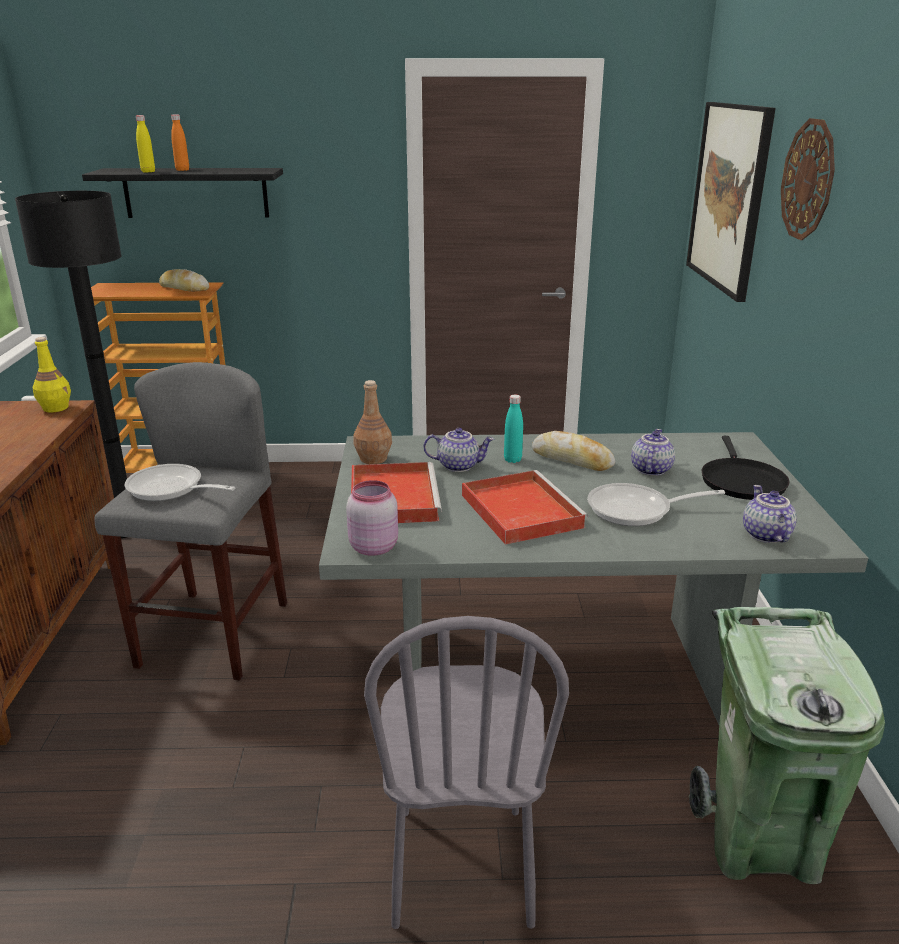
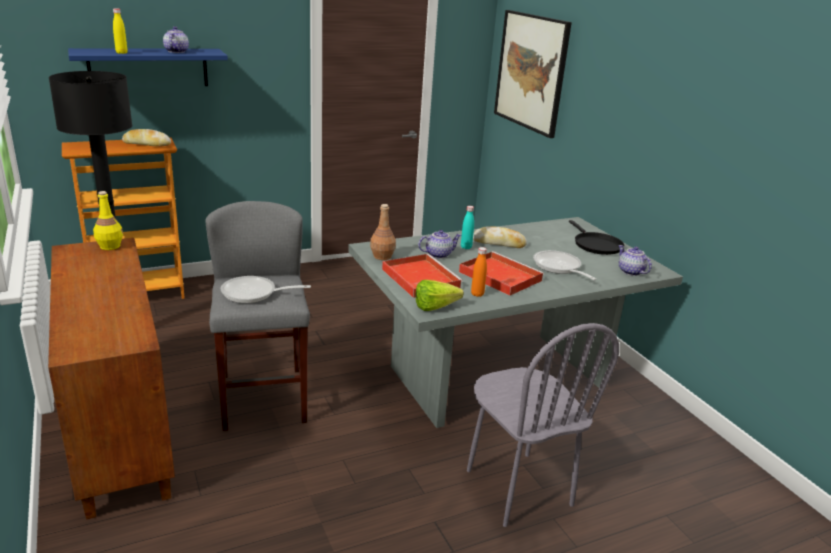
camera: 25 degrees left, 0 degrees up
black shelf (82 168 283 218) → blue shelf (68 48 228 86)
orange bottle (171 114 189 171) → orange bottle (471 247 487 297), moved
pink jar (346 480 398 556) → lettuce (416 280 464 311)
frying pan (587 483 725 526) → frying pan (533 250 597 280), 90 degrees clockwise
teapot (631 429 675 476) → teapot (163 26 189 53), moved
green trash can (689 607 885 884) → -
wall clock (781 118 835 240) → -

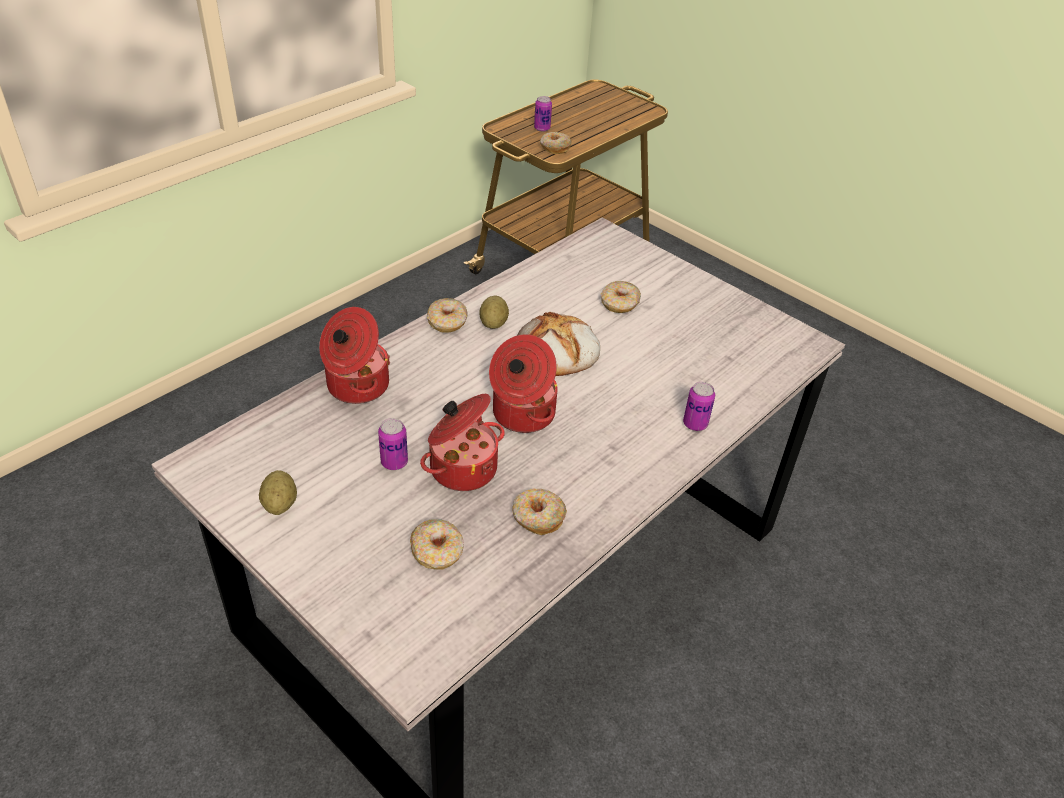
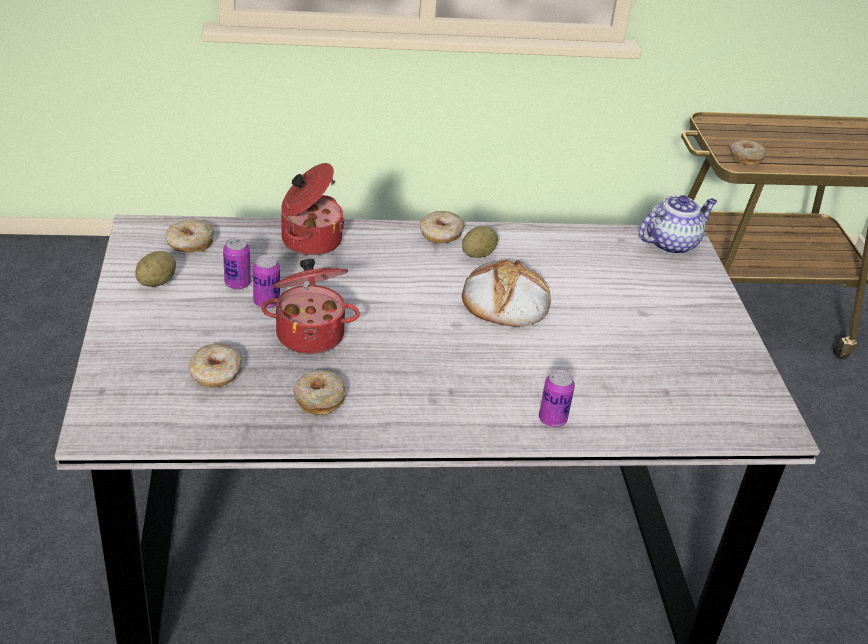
camera: 40 degrees right, 5 degrees down
cooking pot (489 334 558 433) → -
can (534 96 552 132) → can (223 237 251 290), moved
donut (601 281 641 313) → donut (165 219 214 253), moved
- → teapot (639 195 717 254)

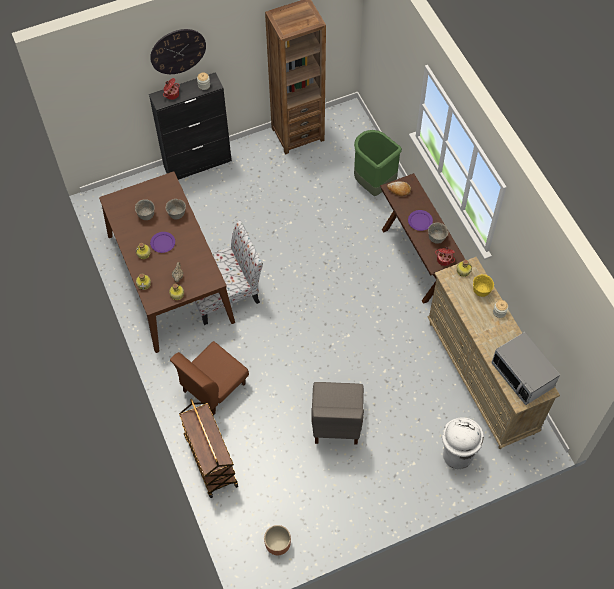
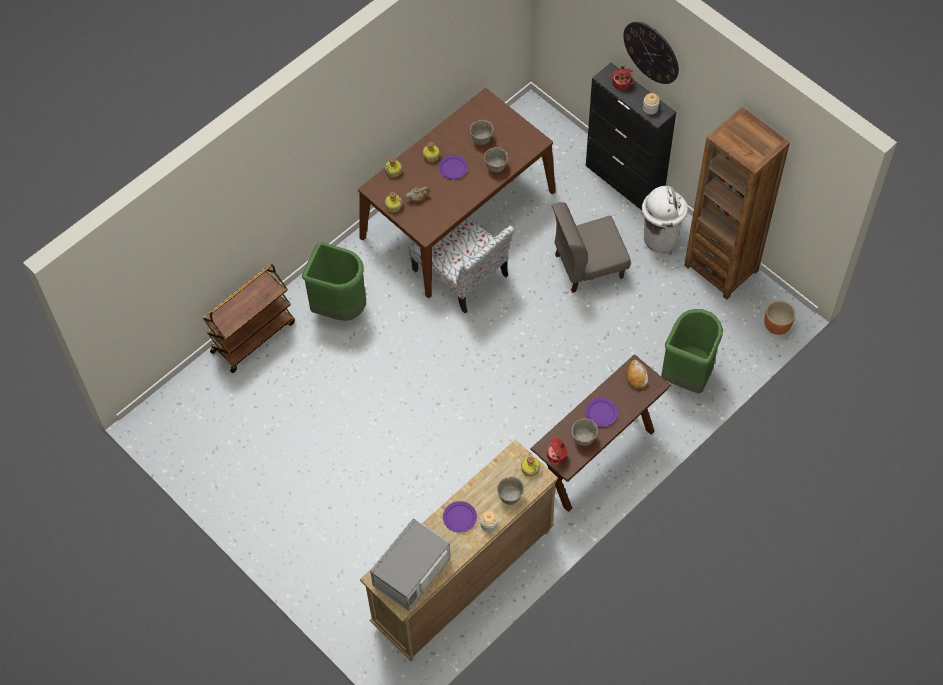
camera: 70 degrees right, 0 degrees up
brown chair (170 341 249 416) → green trash can (302 242 366 321)
brown planter (264 525 291 555) → brown planter (764 301 795 335), moved
grey chair (311 382 364 445) → grey chair (552 202 631 293), moved
white trash can (442 417 484 469) → white trash can (642 186 688 253), moved
yellow bowl (473 274 494 297) → grey bowl (497 476 524 505)
- → purple plate (443 501 477 533)

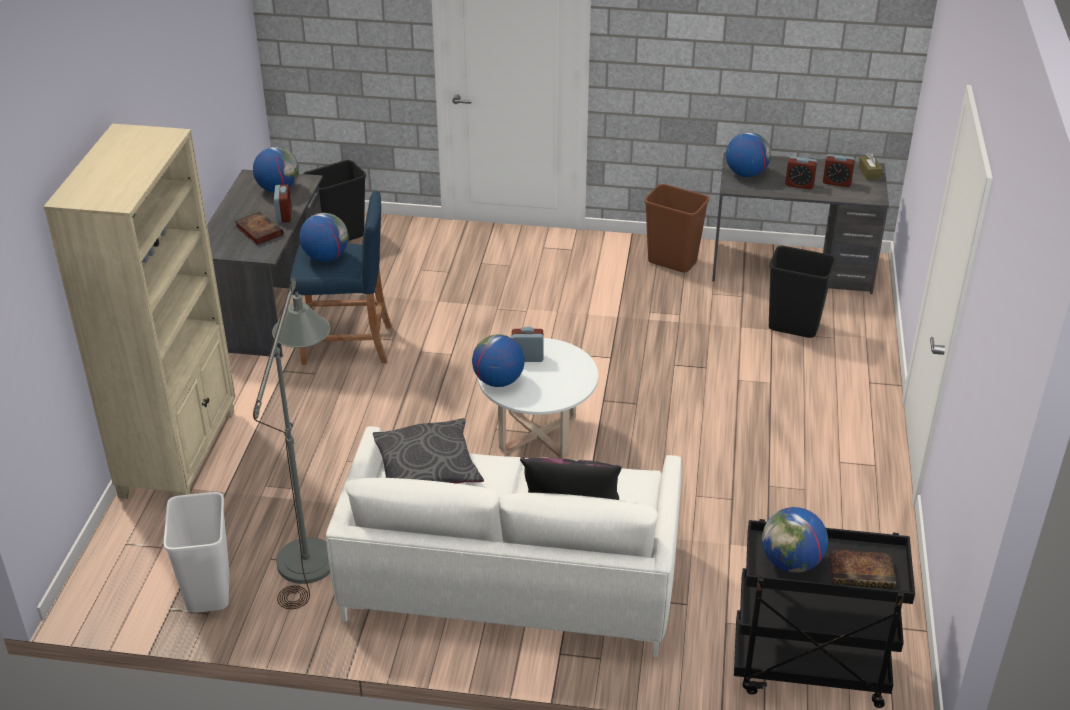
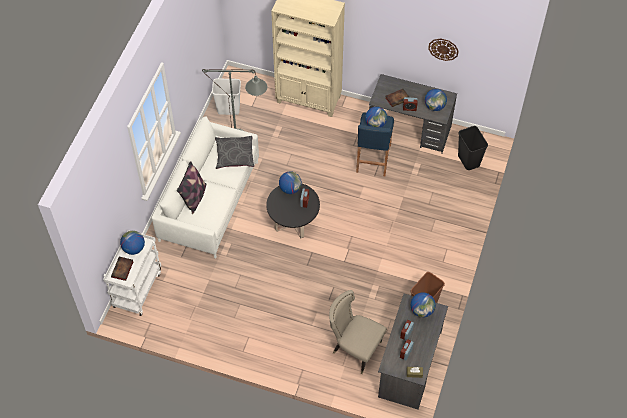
camera: 100 degrees right, 20 degrees up
white coffee table (478 338 598 458) → black coffee table (266 184 320 238)
black cart (734 519 915 708) → white cart (103 230 161 316)
black trash can (769 246 836 338) → beige chair (329 290 387 374)
- → wall clock (428 39 459 61)

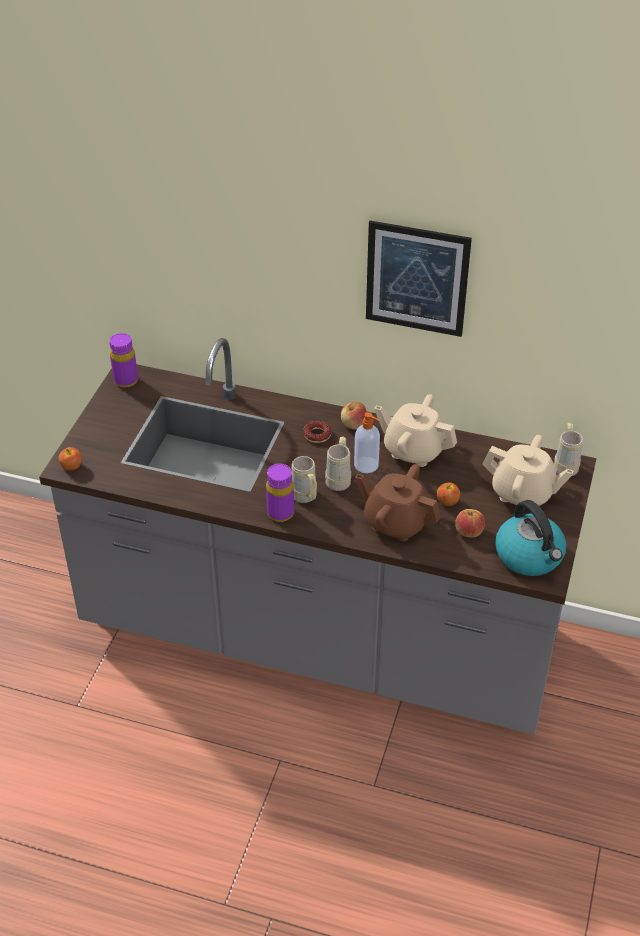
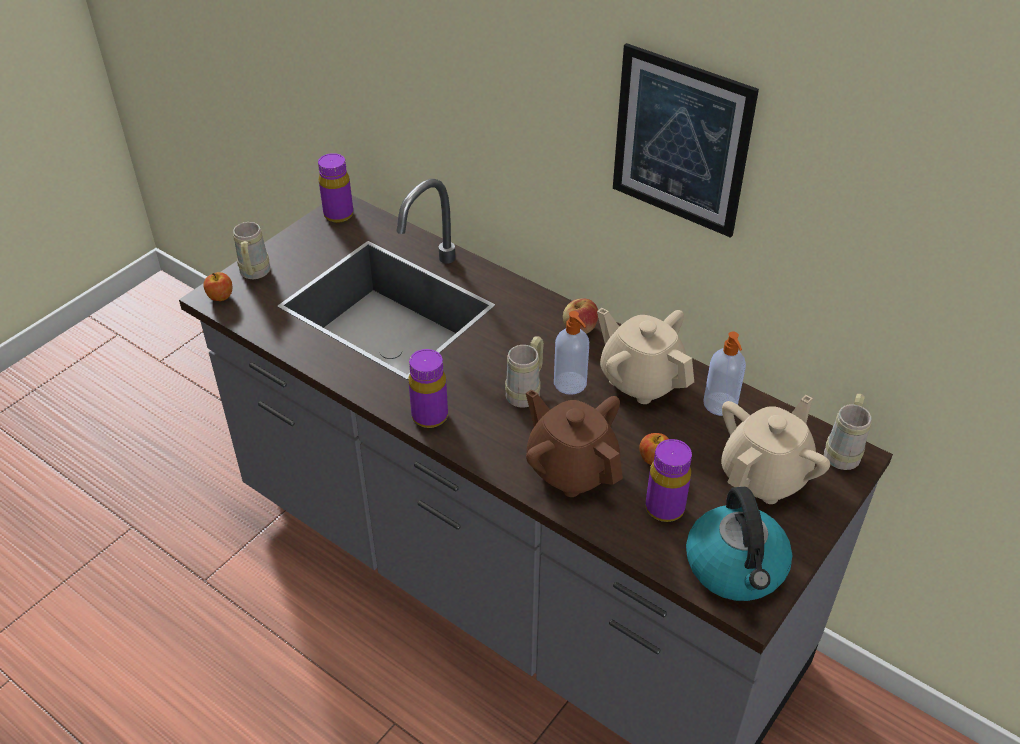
camera: 20 degrees right, 0 degrees up
beige mug (292 456 317 503) → beige mug (233 222 270 279), moved
donut (303 420 332 443) → -
apple (455 509 485 537) → purple bottle (646 439 692 522)
beige teapot (482 435 573 506) → beige teapot (721 395 830 504), 90 degrees counterclockwise
- → soap dispenser (703 332 746 416)

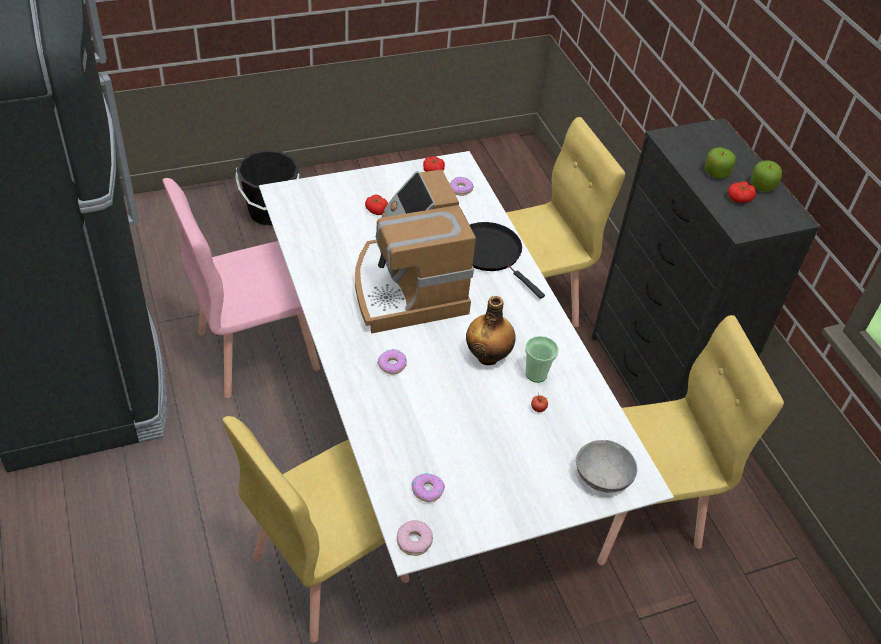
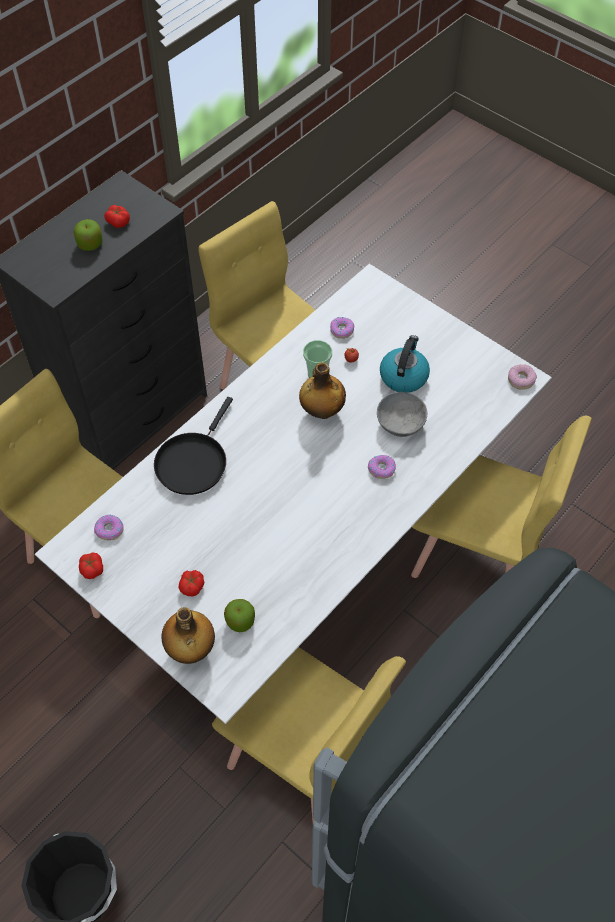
camera: 115 degrees left, 10 degrees up
pink chair (162 178 320 398) → yellow chair (212 647 406 822)
coffee machine (355 170 476 334) → -
donut (412 473 445 502) → donut (330 317 354 339), moved
grey bowl (576 440 637 493) → grey bowl (377 392 427 437), moved
apple (750 160 782 192) → apple (224 599 255 632), moved
- → bottle (161 607 215 664)
- → kettle (380 335 430 393)

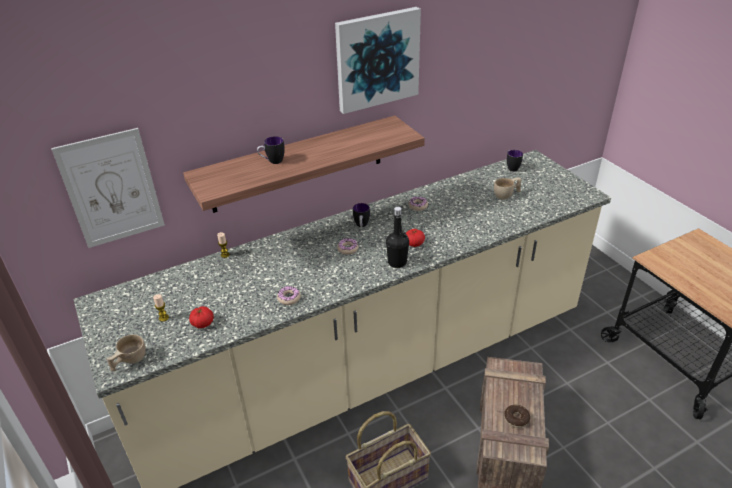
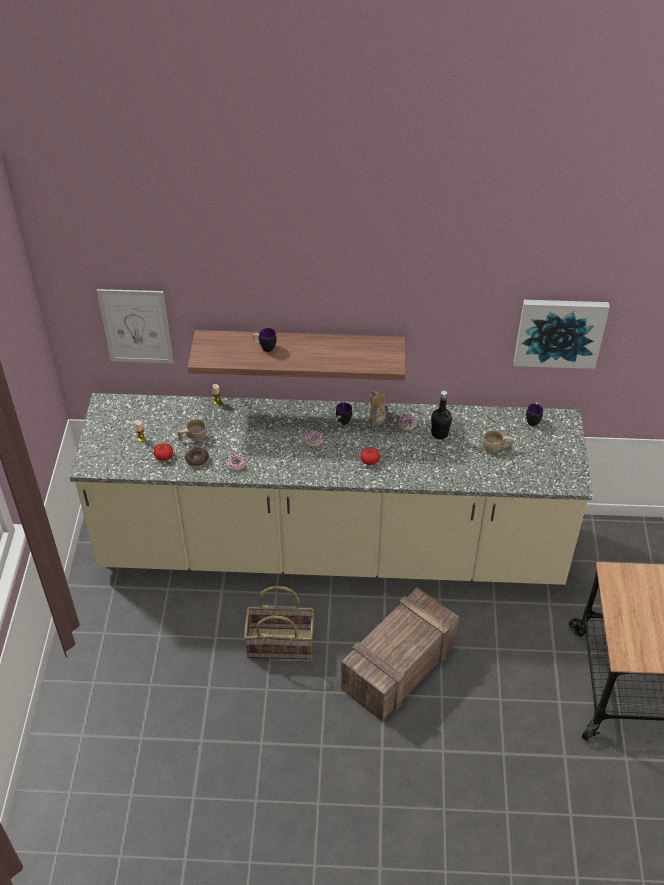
camera: 30 degrees right, 10 degrees up
beige cup (107 334 146 371) → beige cup (177 419 207 441), moved
picture (335 7 421 114) → picture (514 300 610 369), moved
black bottle (386 207 409 268) → black bottle (431 391 452 440), moved
donut (504 405 530 428) → donut (185 448 209 468), moved
- → teapot (368 391 387 425)

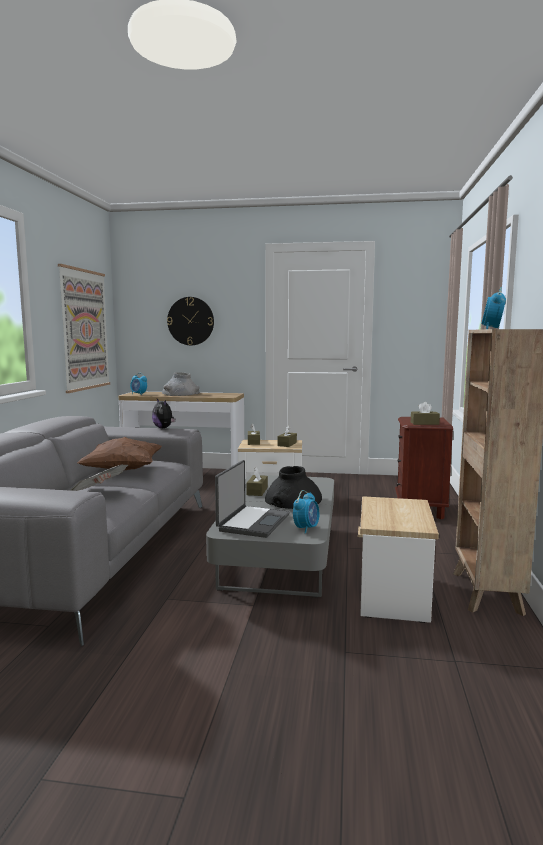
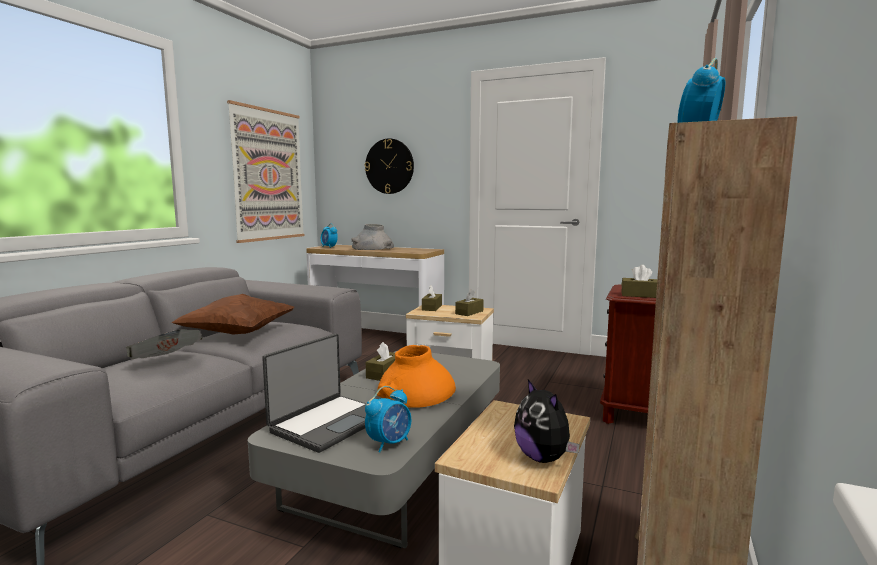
camera: 15 degrees right, 0 degrees up
plush toy (152 399 175 428) → plush toy (514 379 580 463), moved
black vase (265 466 322 509) → orange vase (377 345 456 408)

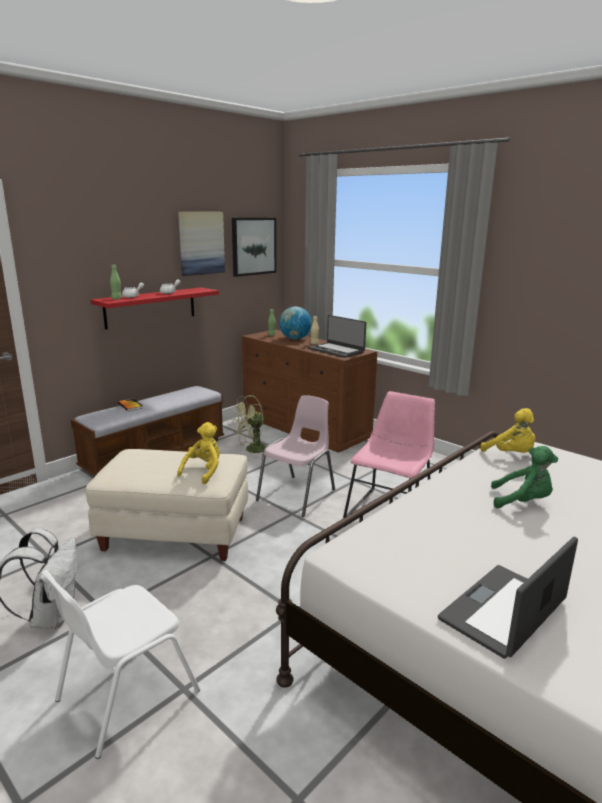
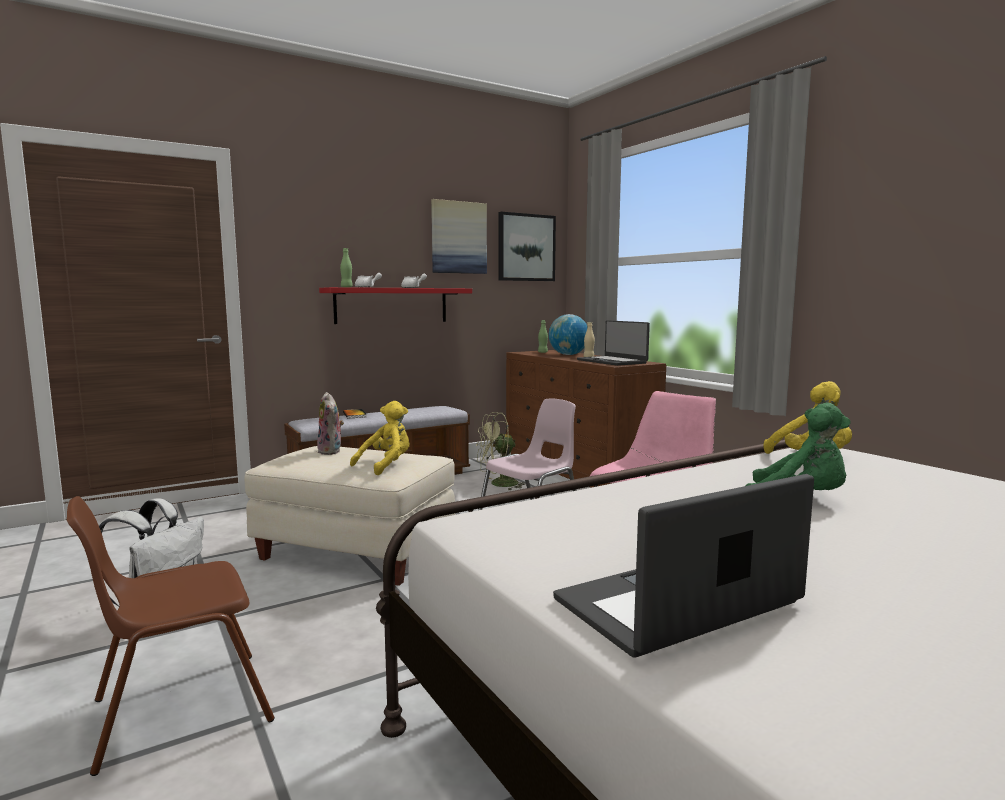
camera: 15 degrees right, 10 degrees down
white chair (41 570 200 759) → brown chair (67 496 275 776)
- → plush toy (317 392 344 455)

